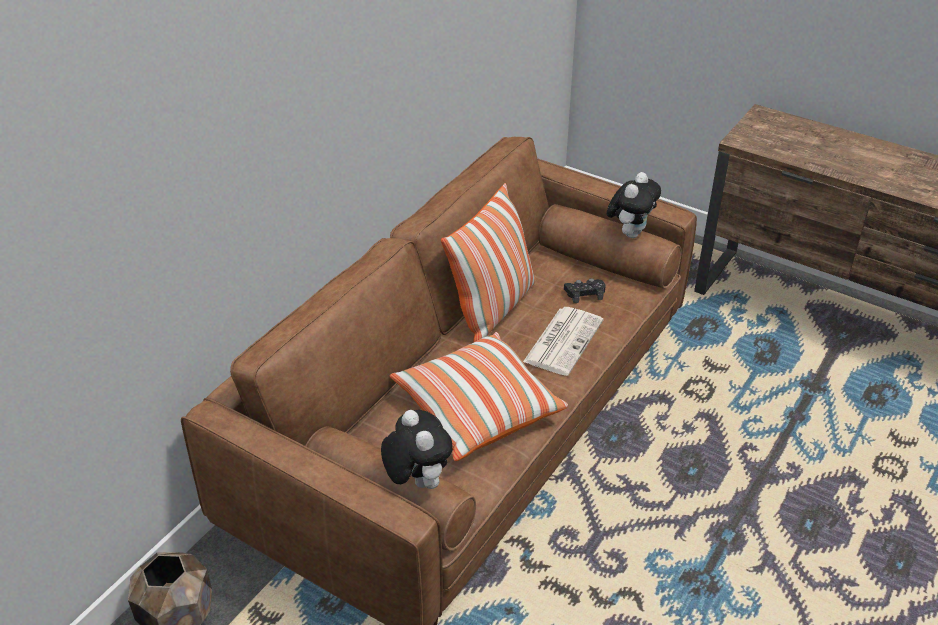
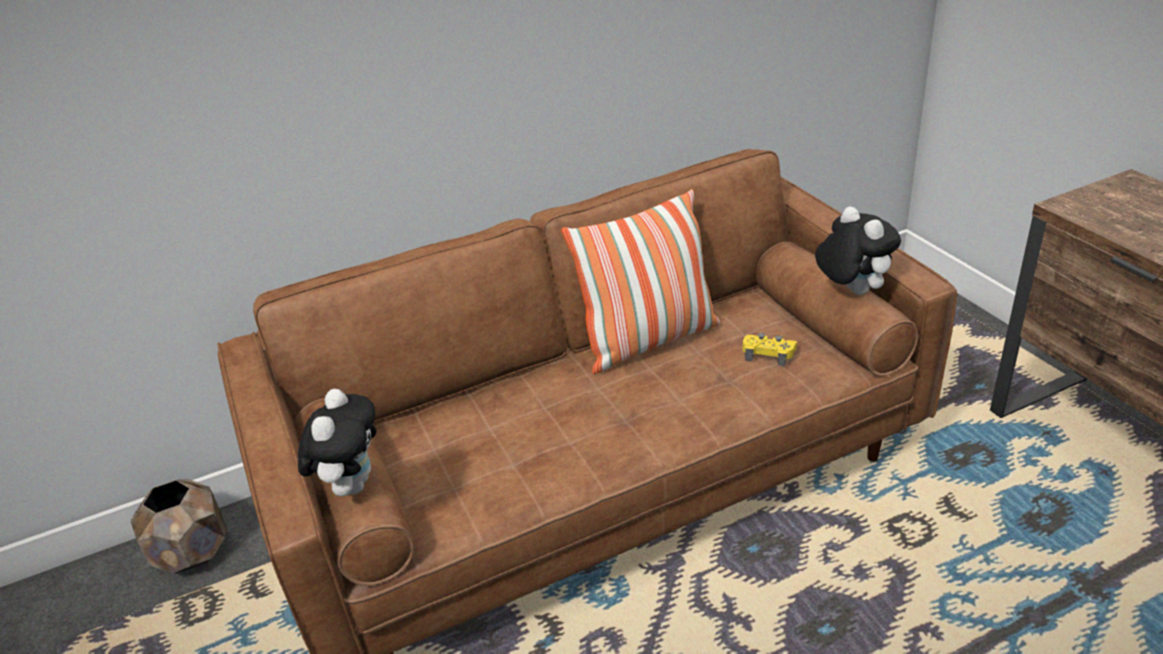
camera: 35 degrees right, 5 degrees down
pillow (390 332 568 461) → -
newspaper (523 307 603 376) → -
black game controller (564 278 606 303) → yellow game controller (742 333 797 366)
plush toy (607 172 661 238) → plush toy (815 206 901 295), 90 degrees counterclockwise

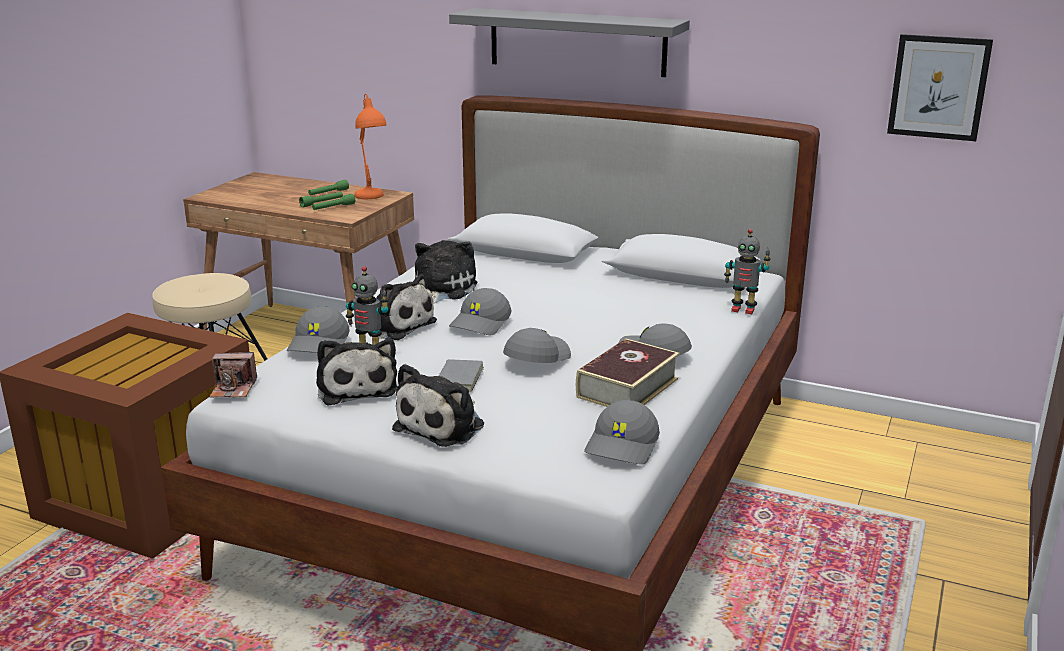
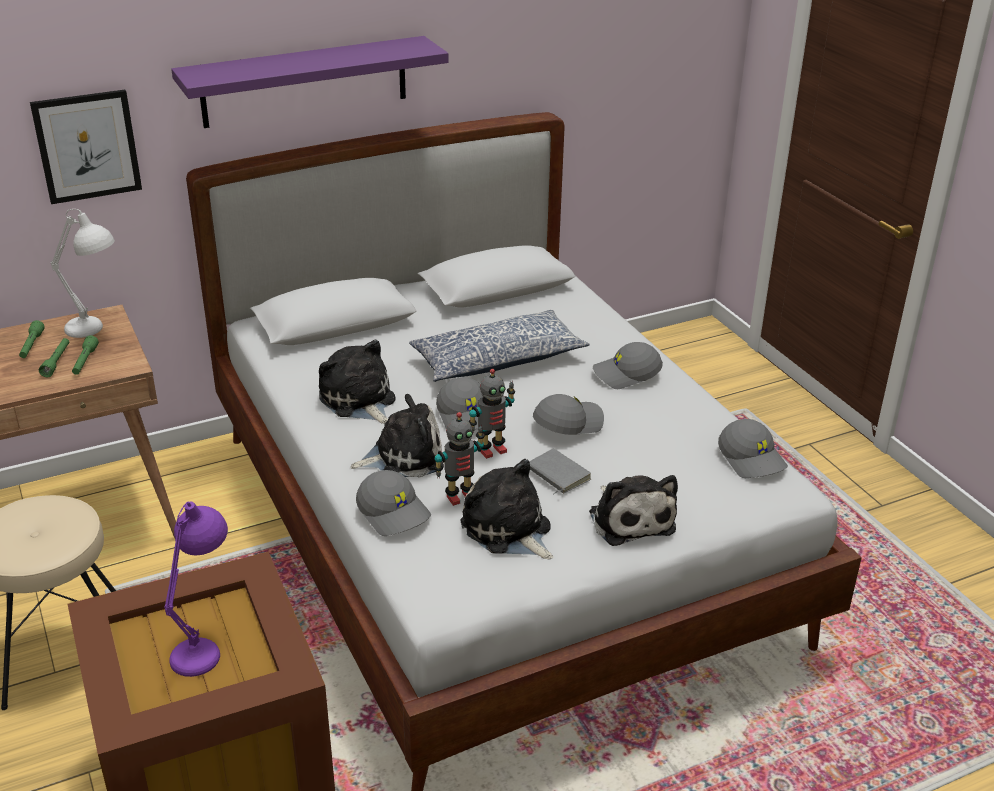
camera: 50 degrees left, 10 degrees up
photo camera (209 352 257 397) → -
plush toy (316 338 397 406) → plush toy (461 459 553 559), 150 degrees counterclockwise
orange table lamp (354 94 387 199) → white table lamp (50 209 115 338)
grey shelf (449 8 690 77) → purple shelf (171 36 449 128)
grey cap (503 328 571 363) → grey cap (533 394 604 435), 75 degrees clockwise
book (576 338 680 407) → -
toy robot (724 229 771 314) → toy robot (469 369 515 459), moved
picture (887 34 993 141) → picture (30 90 142 204), moved
- → purple table lamp (164 501 228 677)
- → pillow (409 310 590 382)

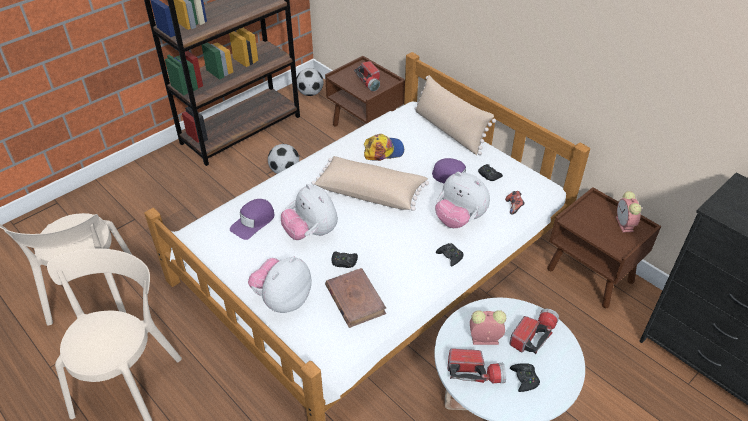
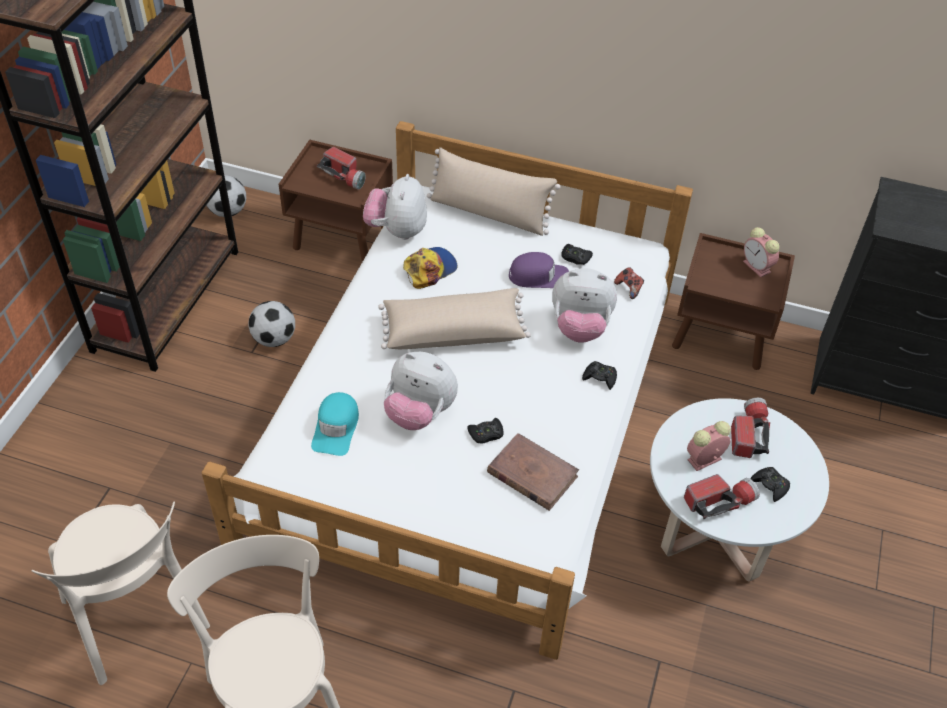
camera: 30 degrees left, 5 degrees up
purple cap (230 199 275 240) → turquoise cap (311 392 359 456)
plush toy (248 257 311 313) → plush toy (363 174 427 240), moved

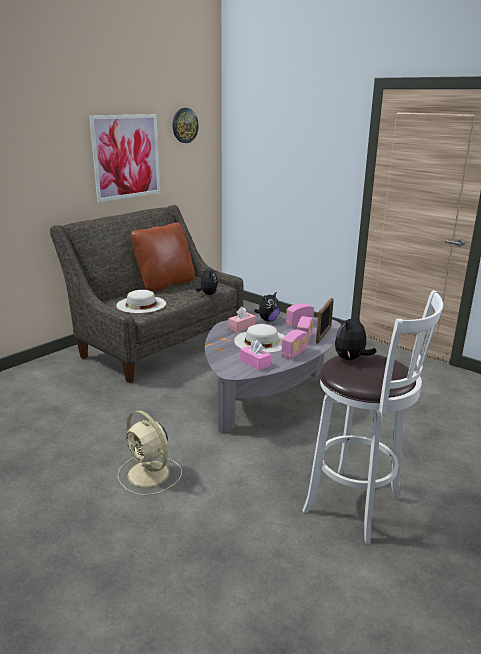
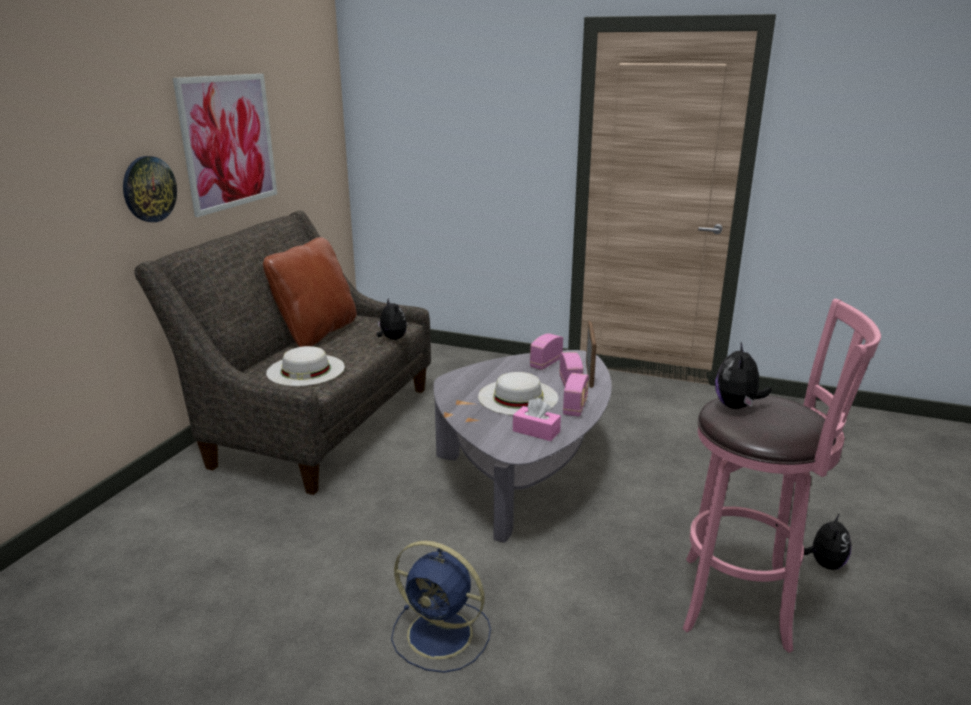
camera: 20 degrees left, 0 degrees up
beige fan (117 410 182 495) → blue fan (391 541 491 673)
wall clock (173 108 199 143) → wall clock (123 156 177 222), moved
pink tissue box (229 307 256 332) → -
plush toy (254 291 280 321) → plush toy (804 513 852 570), moved
white stool (302 290 443 544) → pink stool (683 299 881 653)

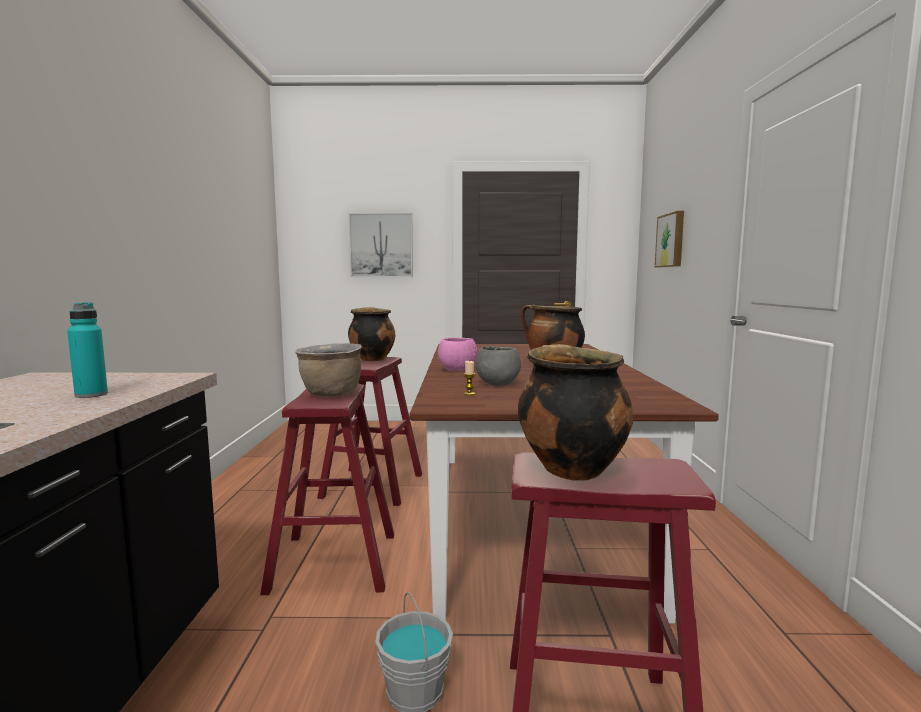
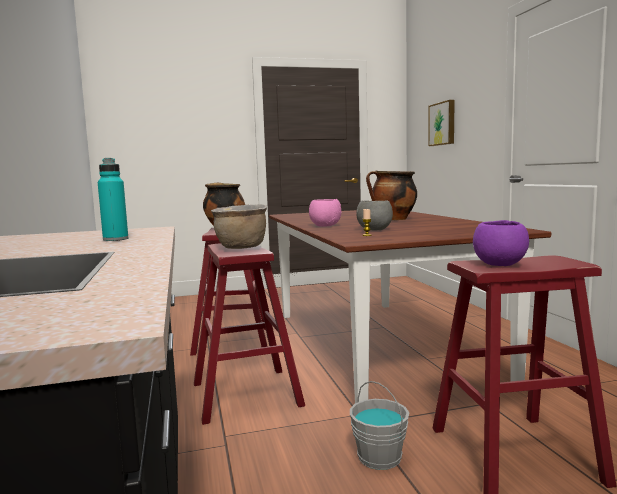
camera: 15 degrees left, 0 degrees up
picture (348 213 413 277) → -
cooking pot (518 344 633 481) → purple bowl (473 220 529 266)

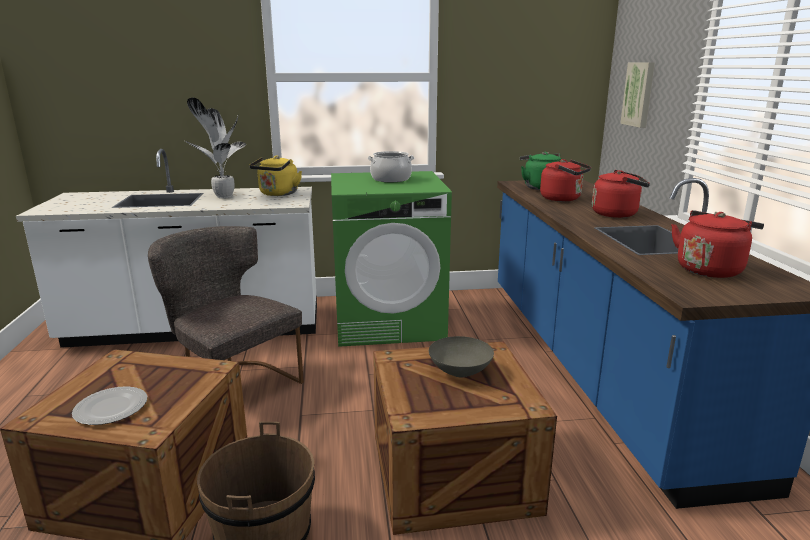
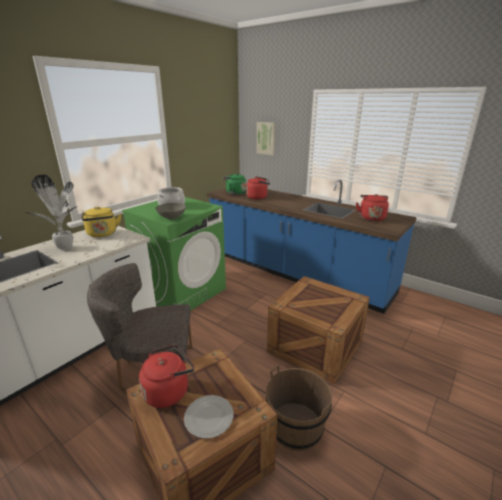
camera: 45 degrees left, 5 degrees up
grey bowl (429 336 494 377) → grey bowl (155 203 186 220), moved
red kettle (592 170 650 218) → red kettle (139 345 194 408), moved

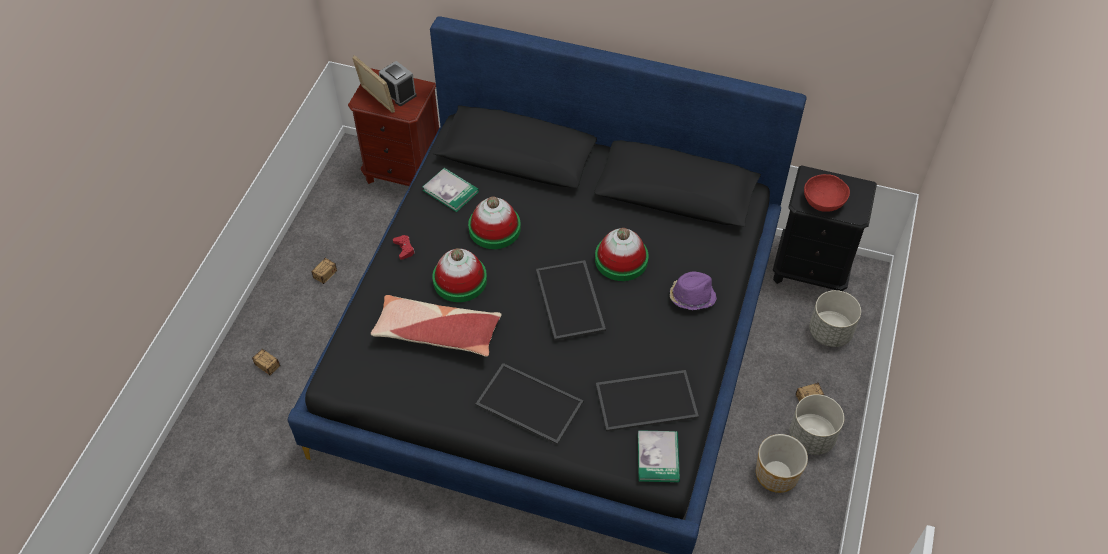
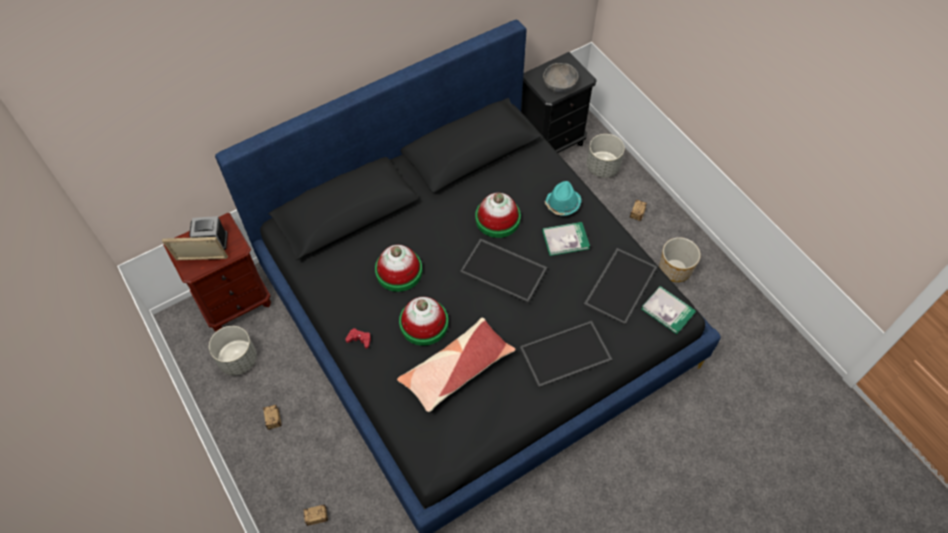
camera: 50 degrees left, 5 degrees up
book (423 168 479 212) → book (542 222 590 256), moved
purple hat (670 272 717 310) → turquoise hat (545 181 581 216)
grey planter (789 394 844 455) → grey planter (209 326 257 375), moved
red bowl (804 174 850 212) → grey bowl (543 63 578 93)

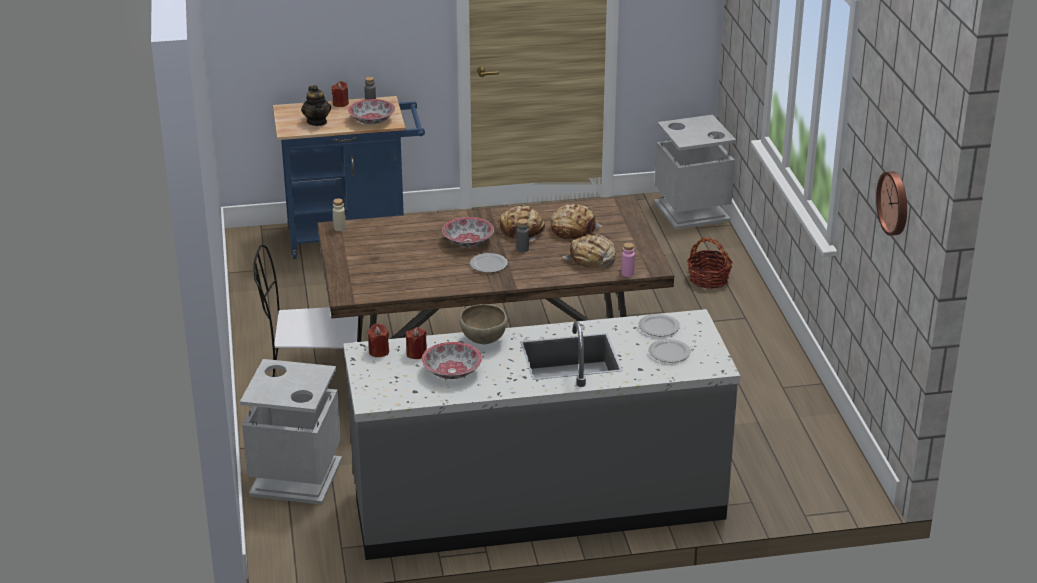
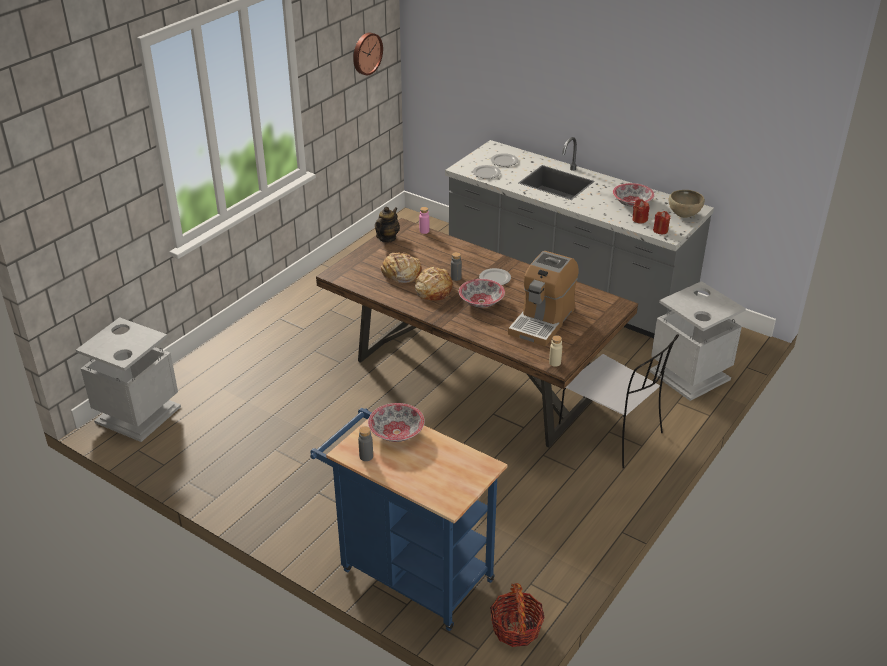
camera: 135 degrees left, 5 degrees up
teapot (301 85 331 126) → teapot (375 207 400 242), moved
red candle (331 81 349 107) → -
brown bowl (459 304 508 344) → brown bowl (669 190 705 218), moved
bread (562 234 616 269) → -
basket (687 237 733 289) → basket (490 583 545 647), moved
- → coffee machine (508 251 579 347)

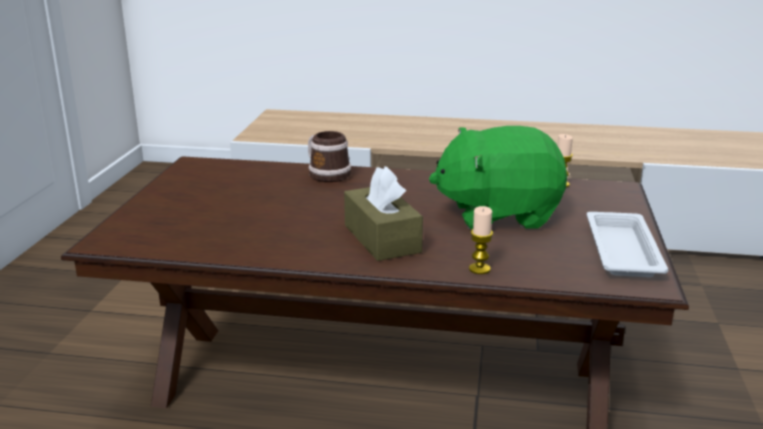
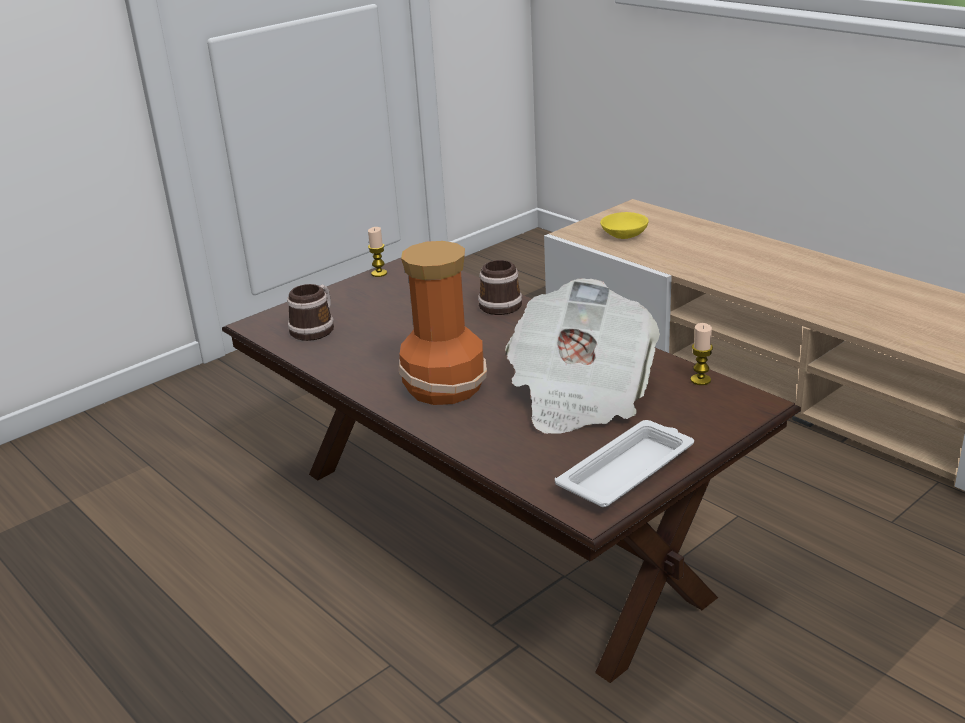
camera: 40 degrees right, 5 degrees up
brown tissue box (344 166 423 261) → vase (399 241 487 405)
green plush toy (429 126 567 230) → newspaper (505 278 660 434)
candle (469 206 493 274) → candle (368 227 387 277), moved
- → mug (287 284 334 341)
- → yellow bowl (600 212 649 239)

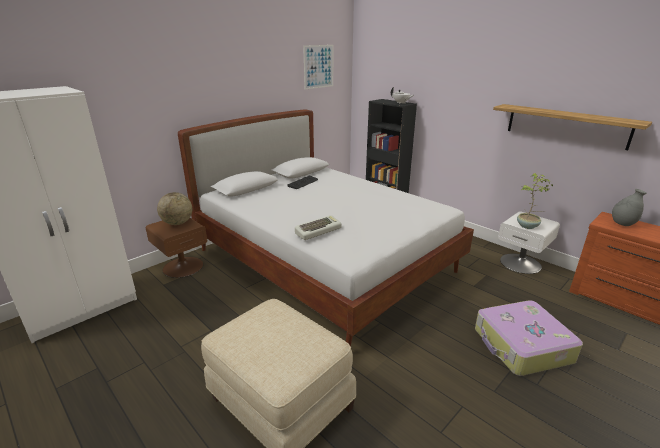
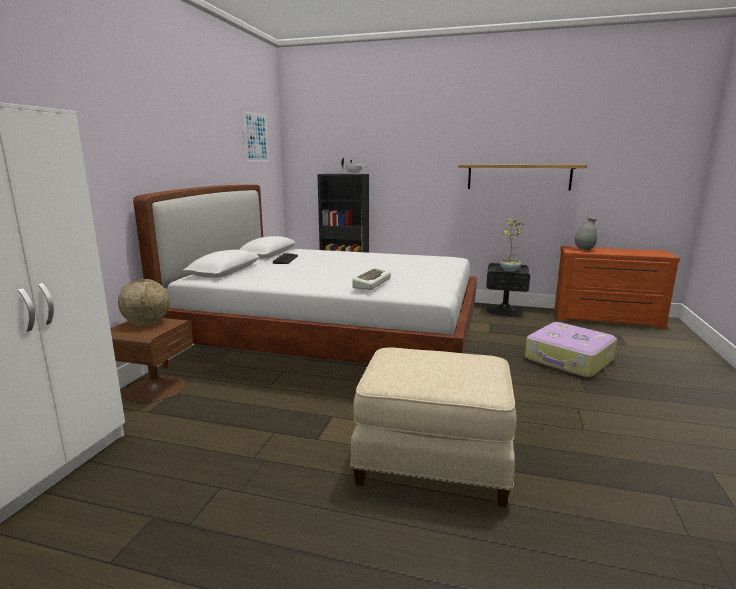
camera: 30 degrees left, 10 degrees down
white nightstand (498 211 560 274) → black nightstand (486 263 530 317)

